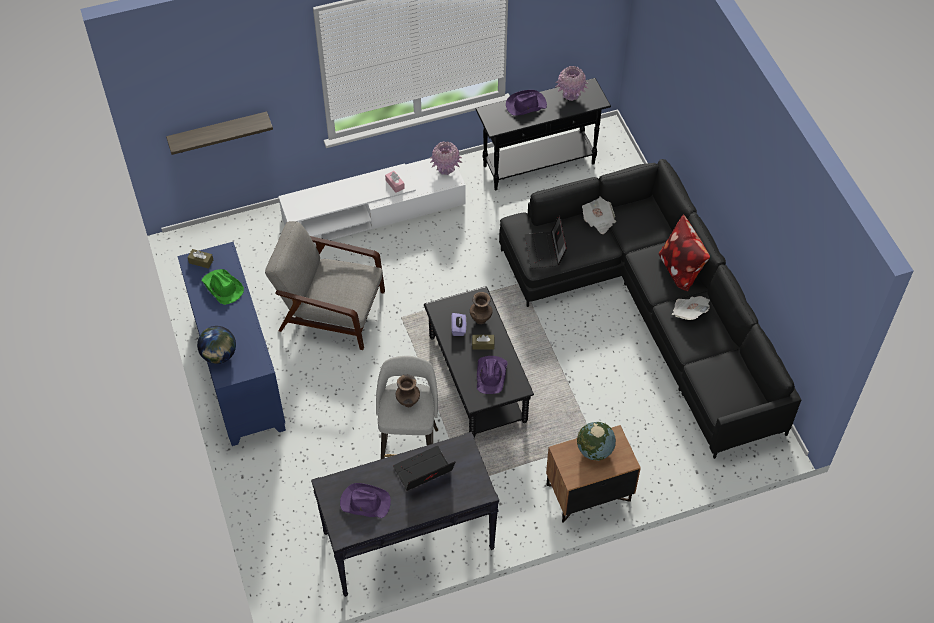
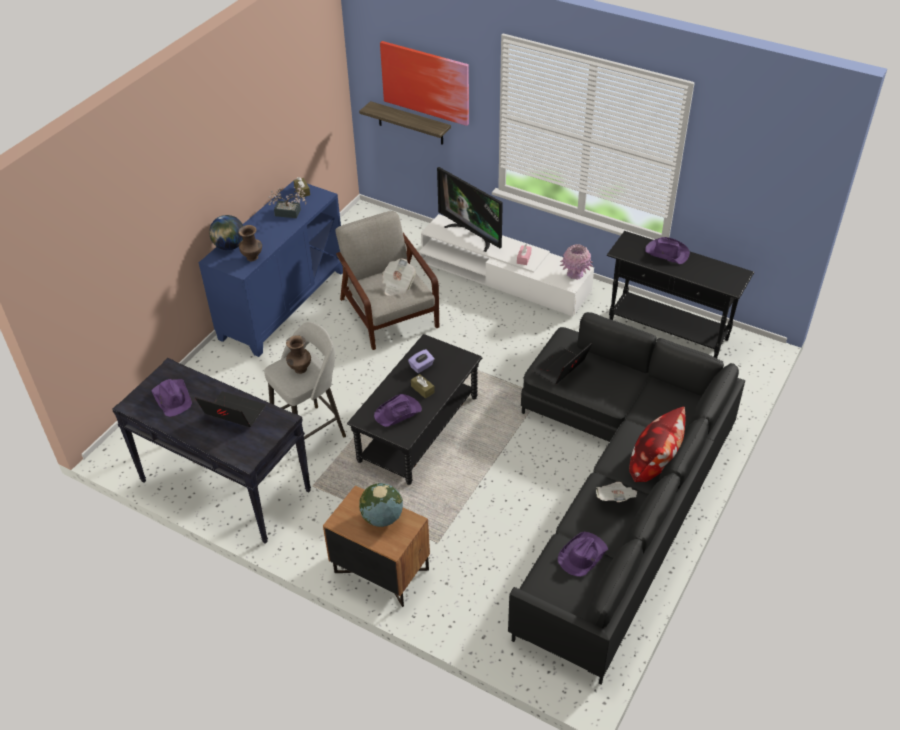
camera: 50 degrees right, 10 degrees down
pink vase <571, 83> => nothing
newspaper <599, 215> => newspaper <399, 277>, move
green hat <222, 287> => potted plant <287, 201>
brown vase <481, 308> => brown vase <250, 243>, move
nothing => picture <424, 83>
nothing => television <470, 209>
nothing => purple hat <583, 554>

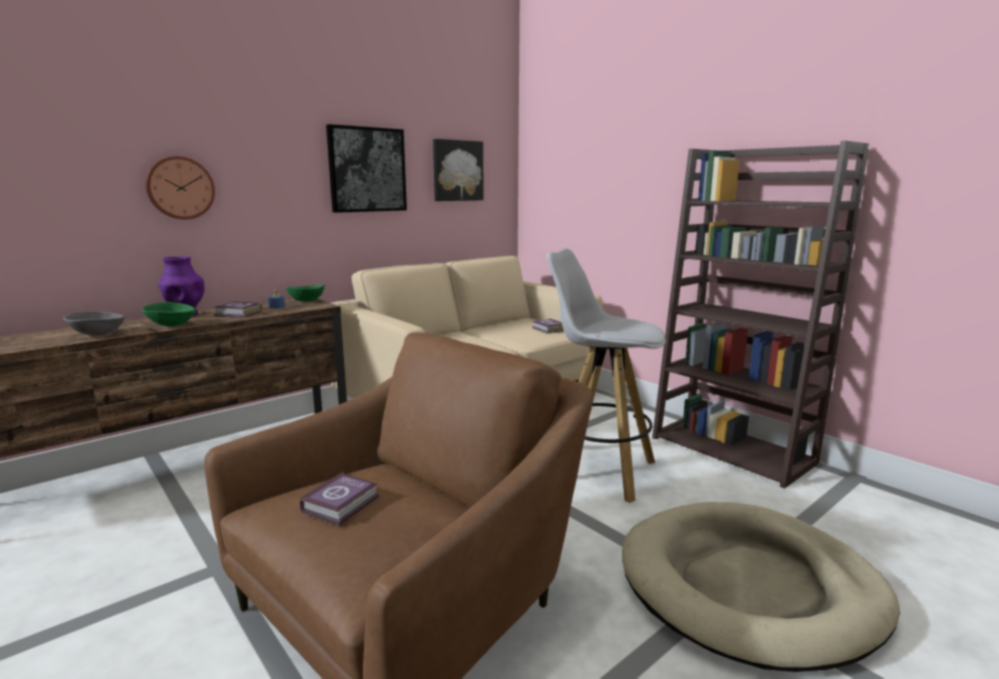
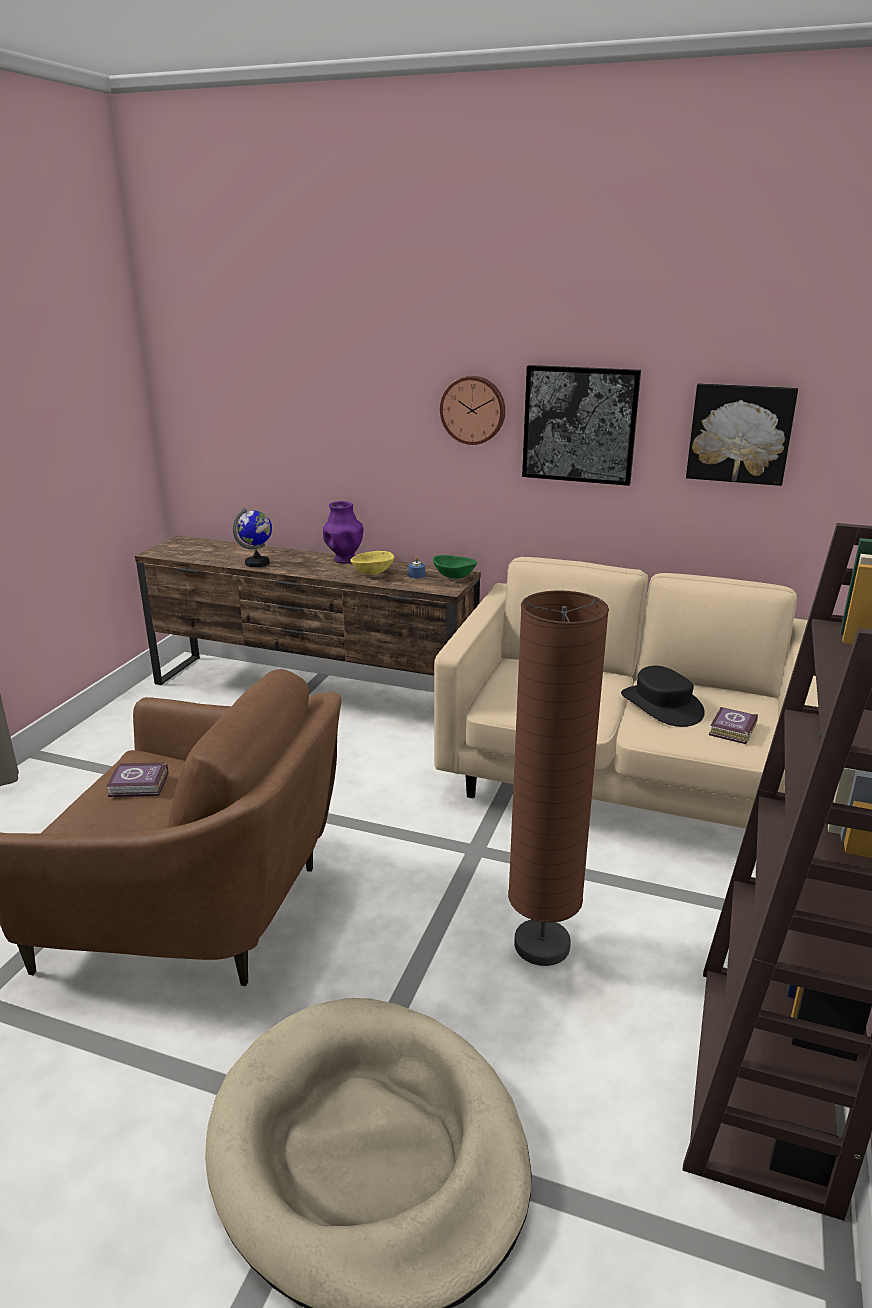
camera: 60 degrees right, 10 degrees up
wall clock <180, 187> => wall clock <472, 410>, move
white stool <606, 375> => brown floor lamp <558, 778>
book <237, 309> => yellow bowl <372, 563>
green bowl <169, 314> => nothing
grey bowl <94, 323> => globe <252, 537>
nothing => black hat <663, 696>

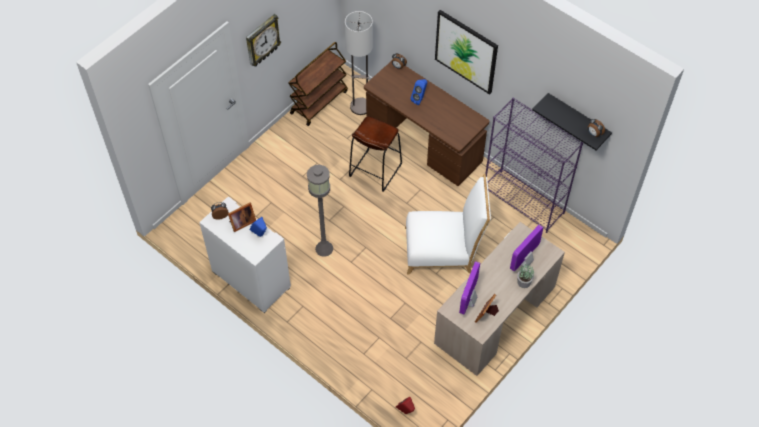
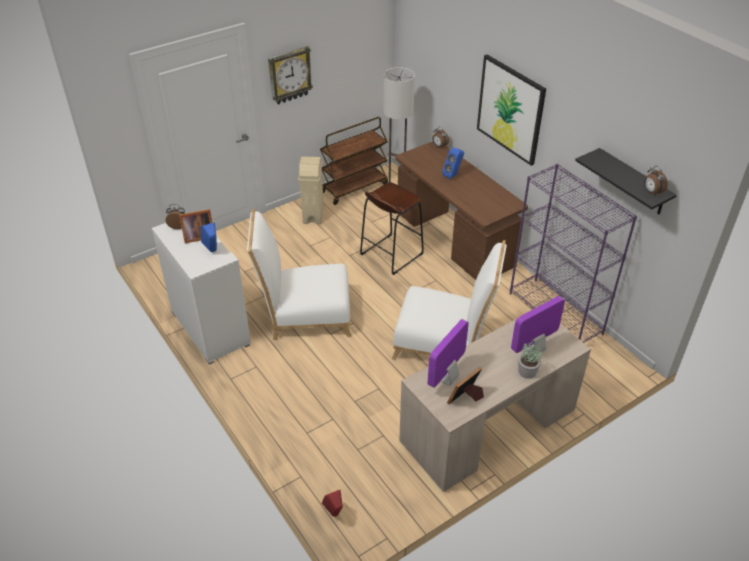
camera: 15 degrees right, 15 degrees down
grey floor lamp <320, 211> => white chair <299, 274>
nothing => beige trash can <311, 190>

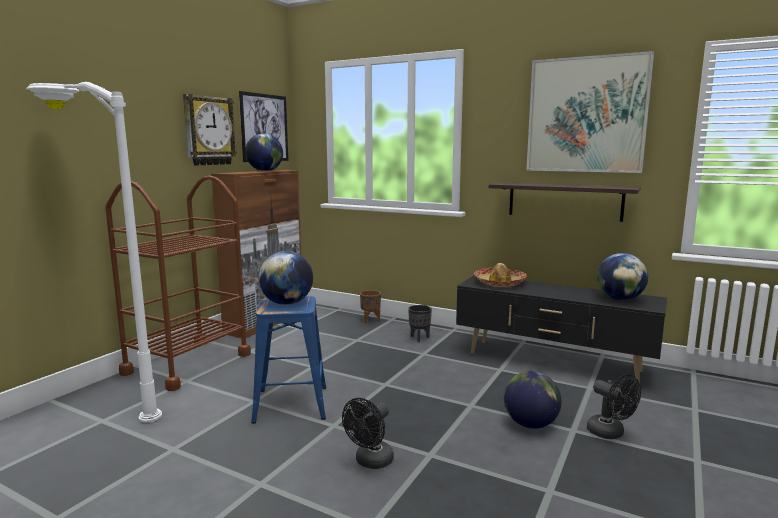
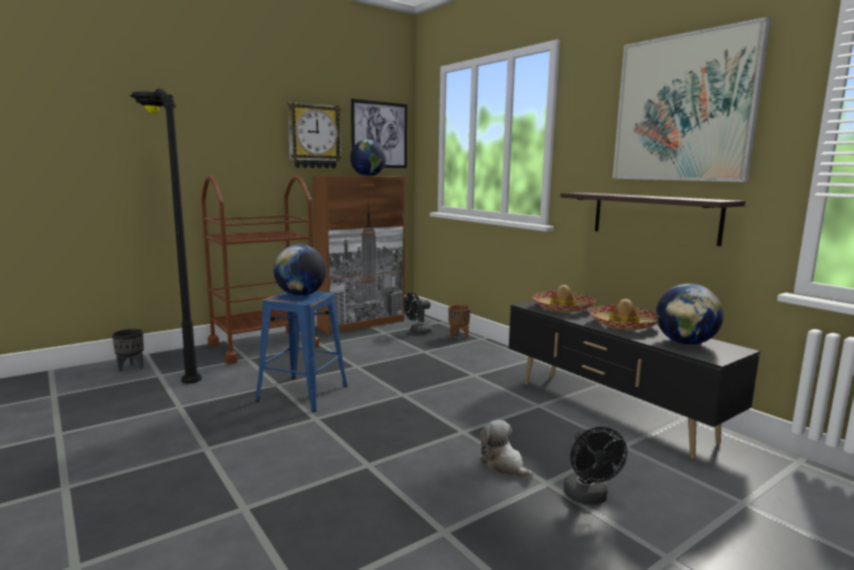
camera: 25 degrees right, 0 degrees up
white floor lamp <94, 252> => black floor lamp <166, 236>
black planter <420, 323> => black planter <128, 350>, move
globe <533, 400> => plush toy <506, 449>
black fan <368, 433> => black fan <418, 313>, move
nothing => hat <623, 314>

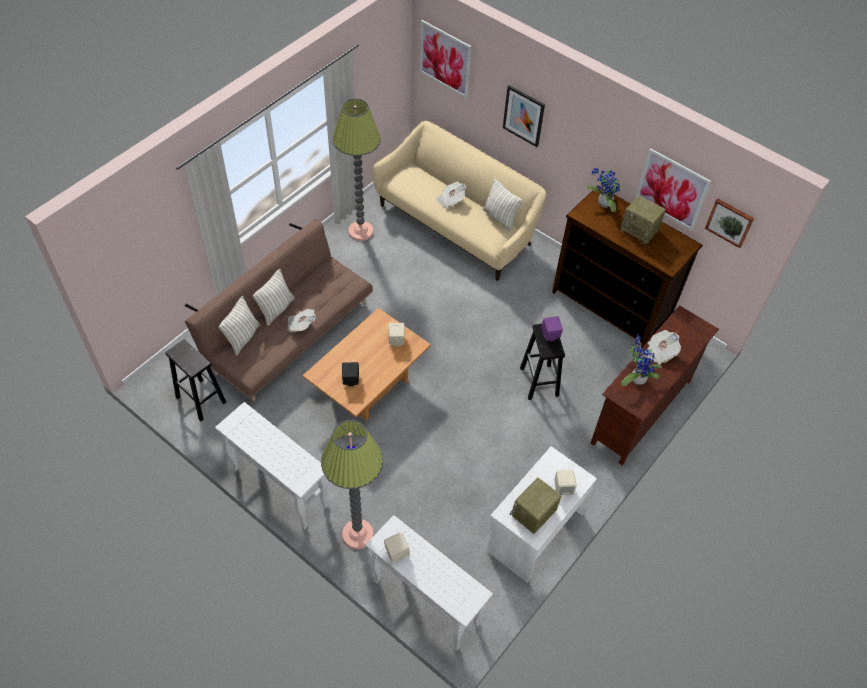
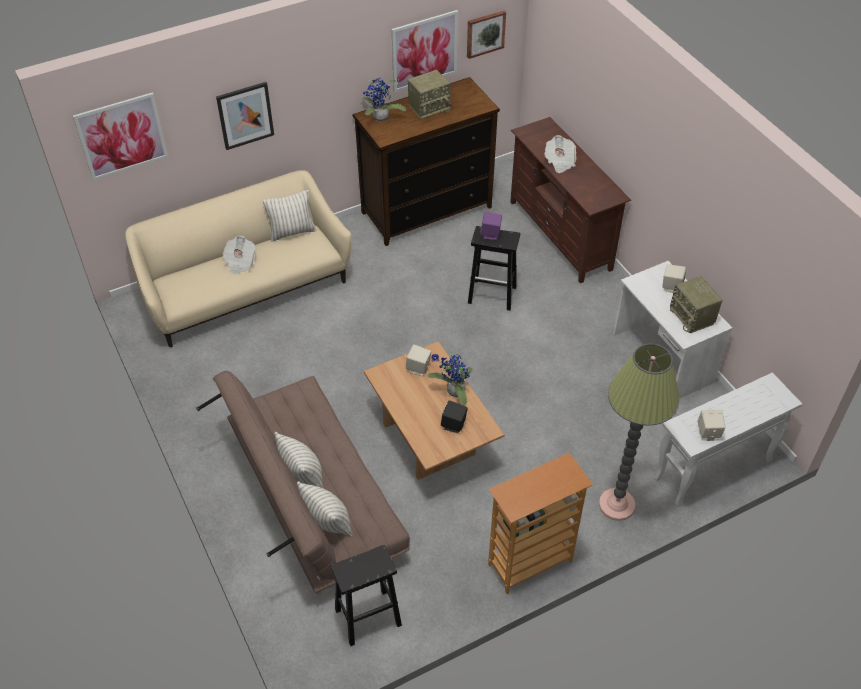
camera: 65 degrees left, 5 degrees down
floor lamp <357, 169> => nothing
newspaper <301, 320> => nothing
potted plant <641, 360> => potted plant <450, 378>, move
white console table <271, 465> => bookcase <540, 523>

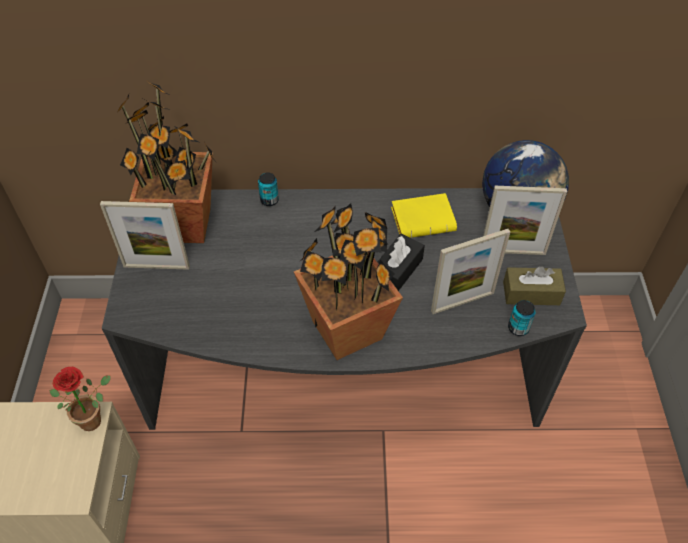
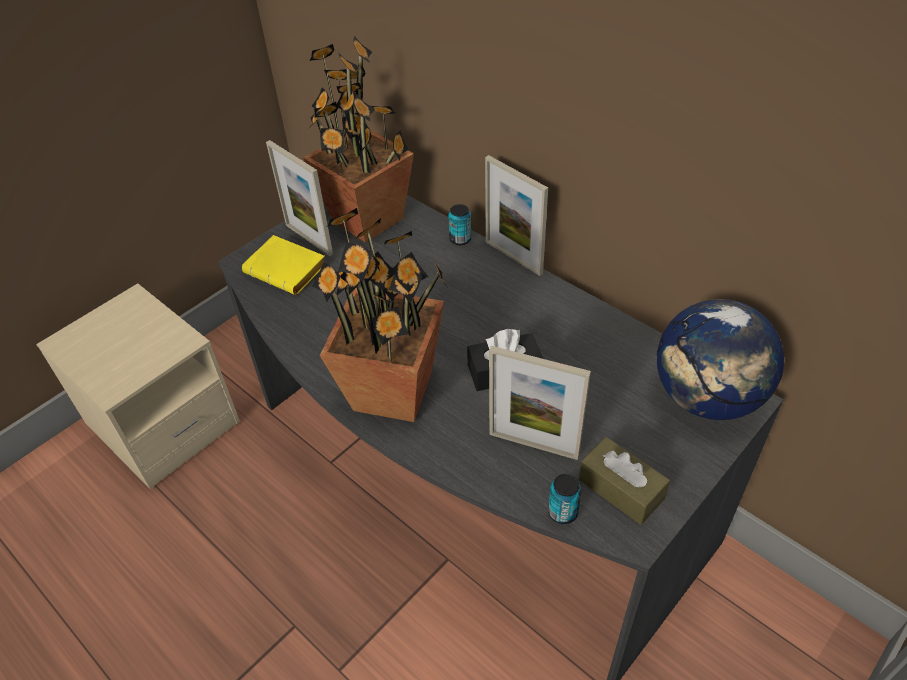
camera: 45 degrees right, 5 degrees down
picture frame <525, 220> => picture frame <516, 215>, move
yellow book <424, 215> => yellow book <283, 265>, move
potted plant <80, 399> => nothing

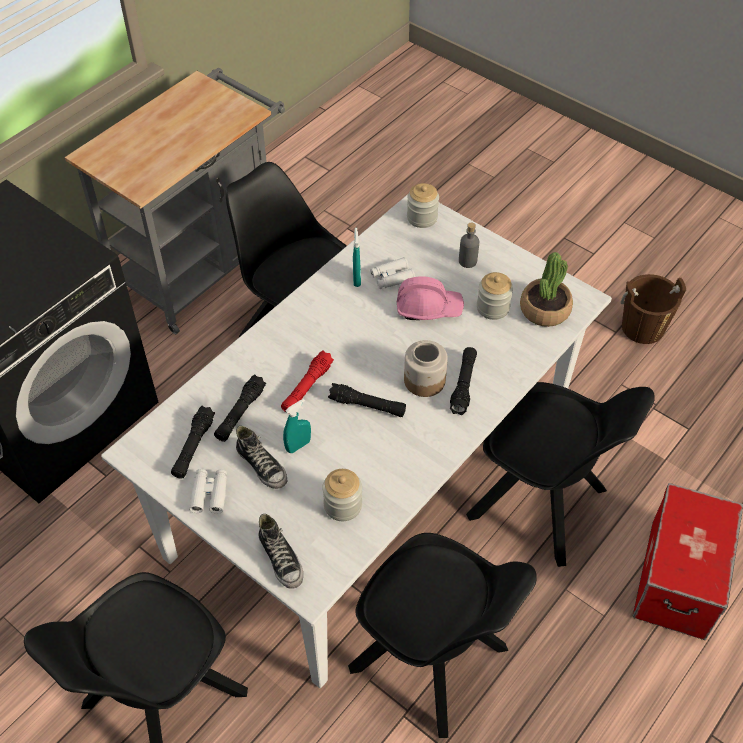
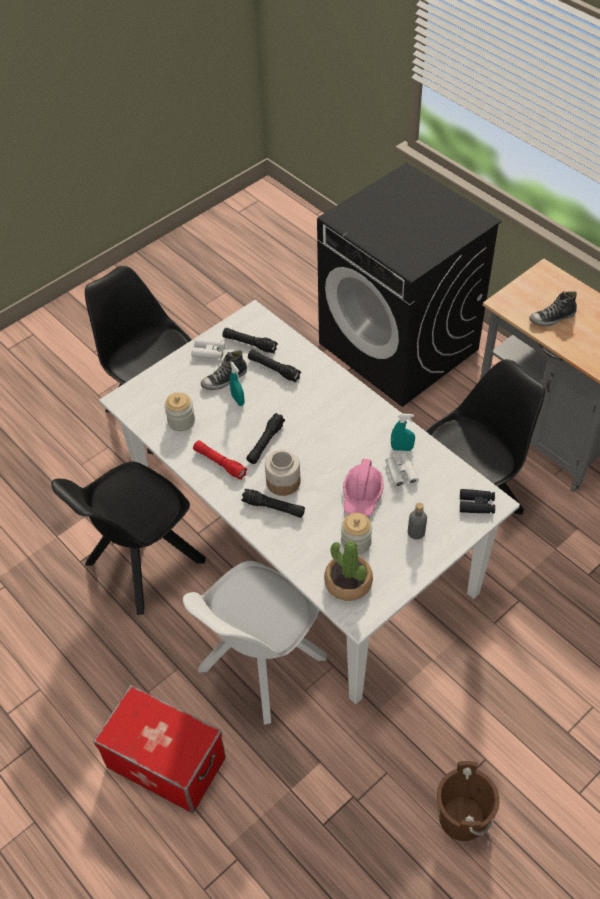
camera: 100 degrees right, 0 degrees up
jar <423, 205> => black binoculars <477, 501>
red flashlight <307, 382> => red flashlight <220, 460>, move
black chair <560, 474> => white chair <255, 642>
shoe <281, 551> => shoe <553, 308>, move

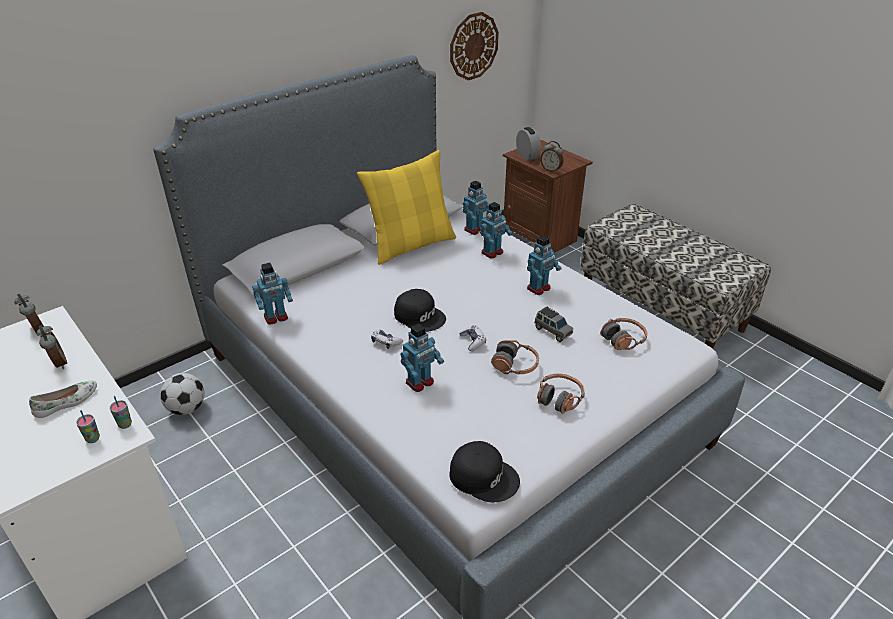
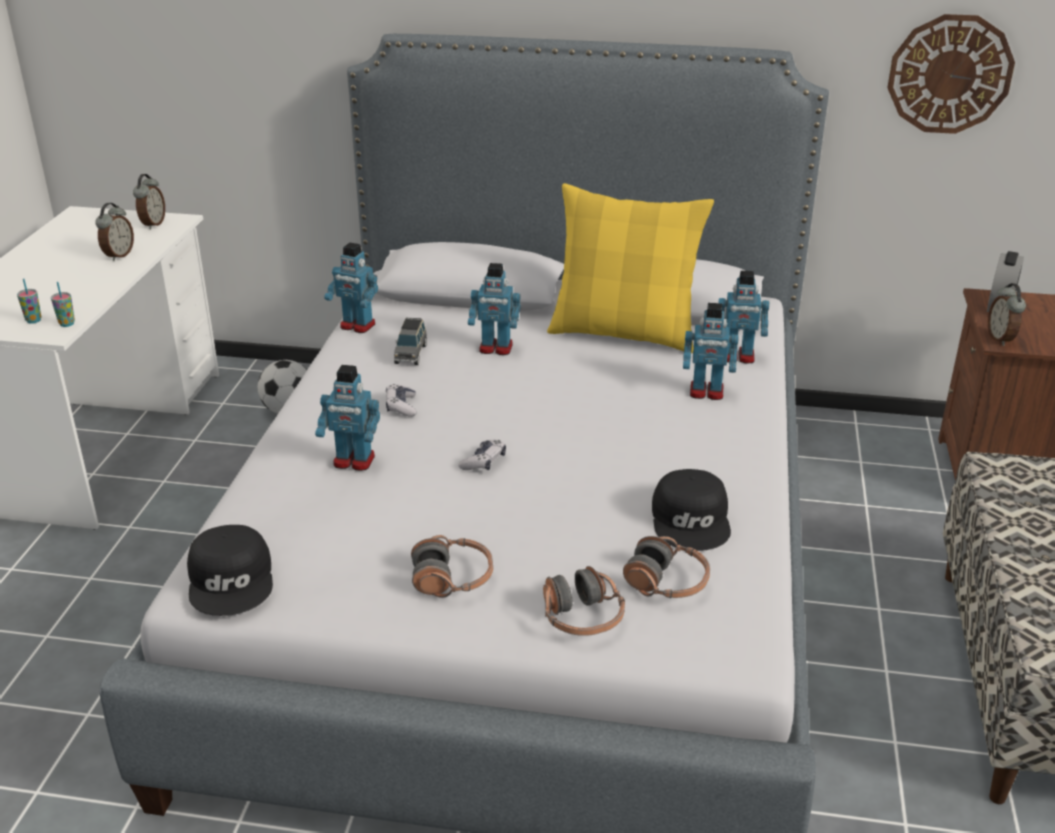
camera: 50 degrees right, 5 degrees down
toy robot <544, 265> => toy robot <494, 309>, move
black cap <420, 310> => black cap <691, 510>, move
grey toy car <553, 324> => grey toy car <410, 341>, move
headphones <515, 357> => headphones <584, 601>, move
white shoe <63, 399> => nothing

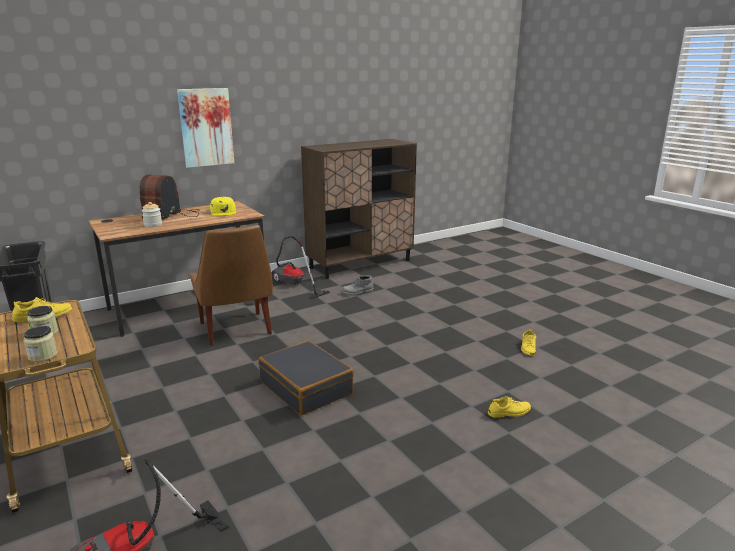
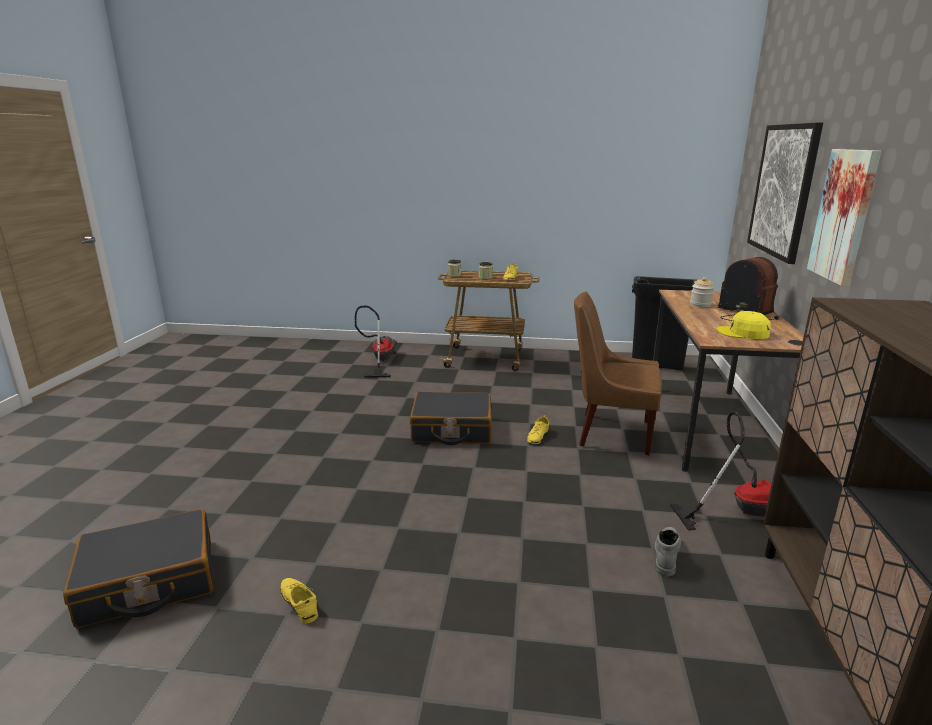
camera: 130 degrees right, 0 degrees up
yellow shoe <509, 407> => yellow shoe <538, 430>, move
nothing => picture <785, 193>
nothing => black suitcase <138, 568>

